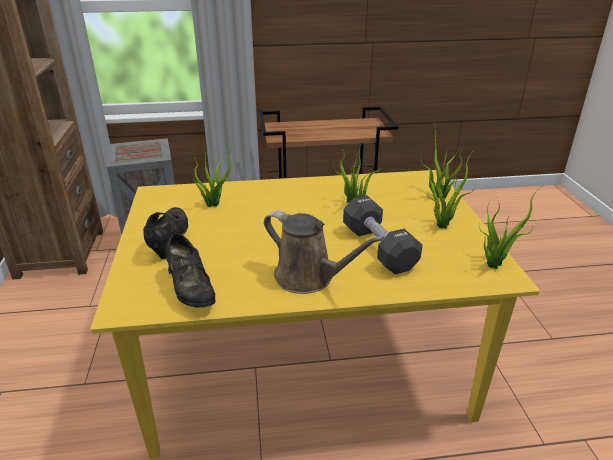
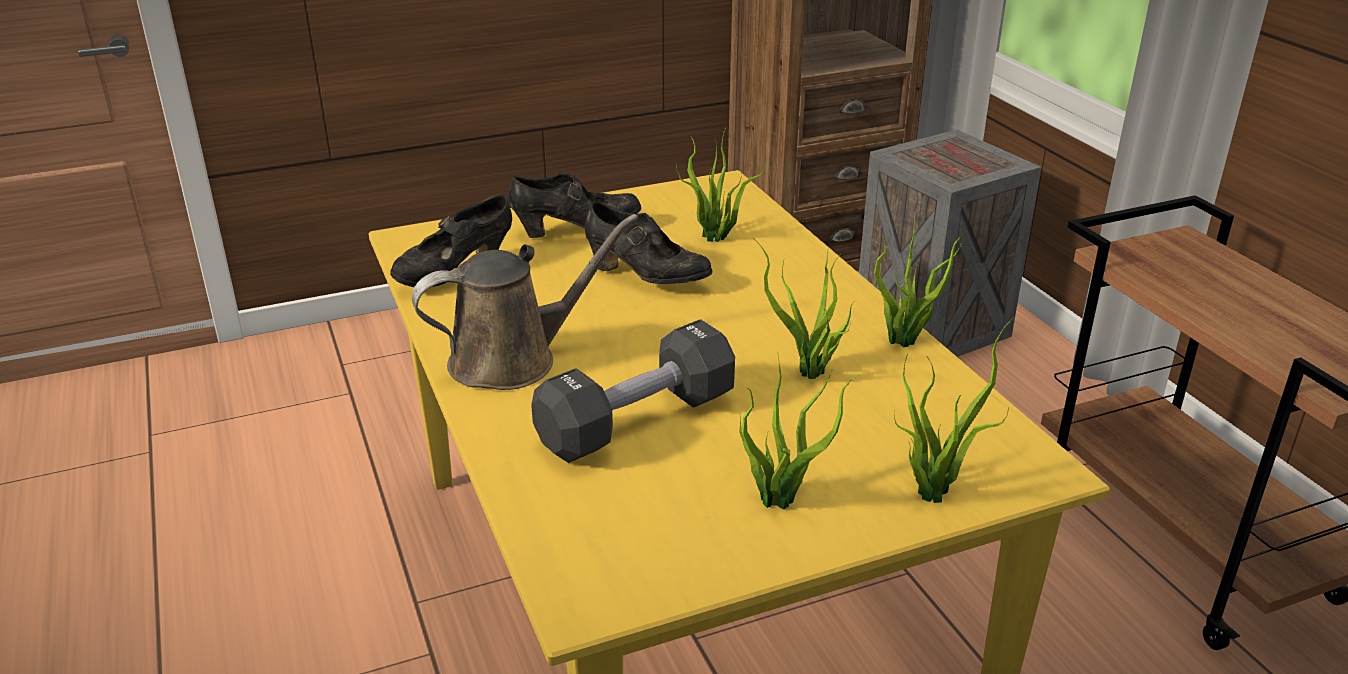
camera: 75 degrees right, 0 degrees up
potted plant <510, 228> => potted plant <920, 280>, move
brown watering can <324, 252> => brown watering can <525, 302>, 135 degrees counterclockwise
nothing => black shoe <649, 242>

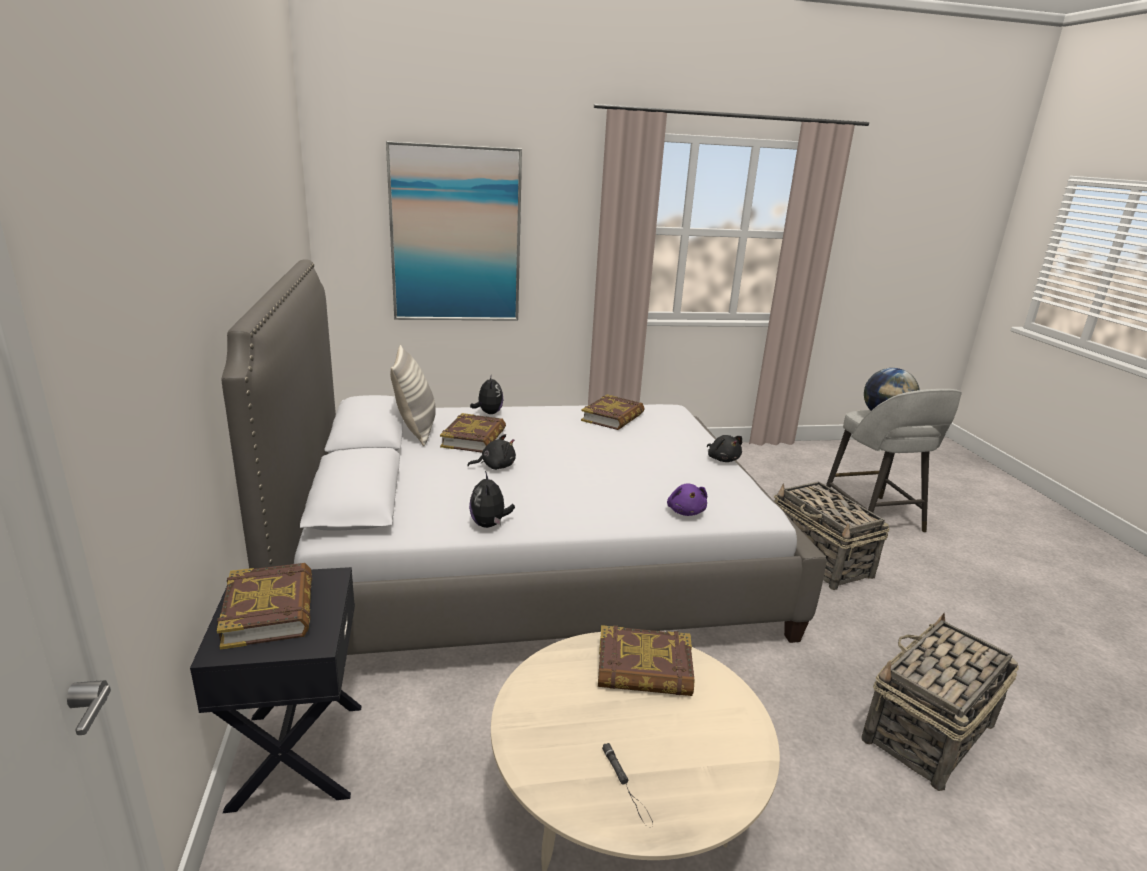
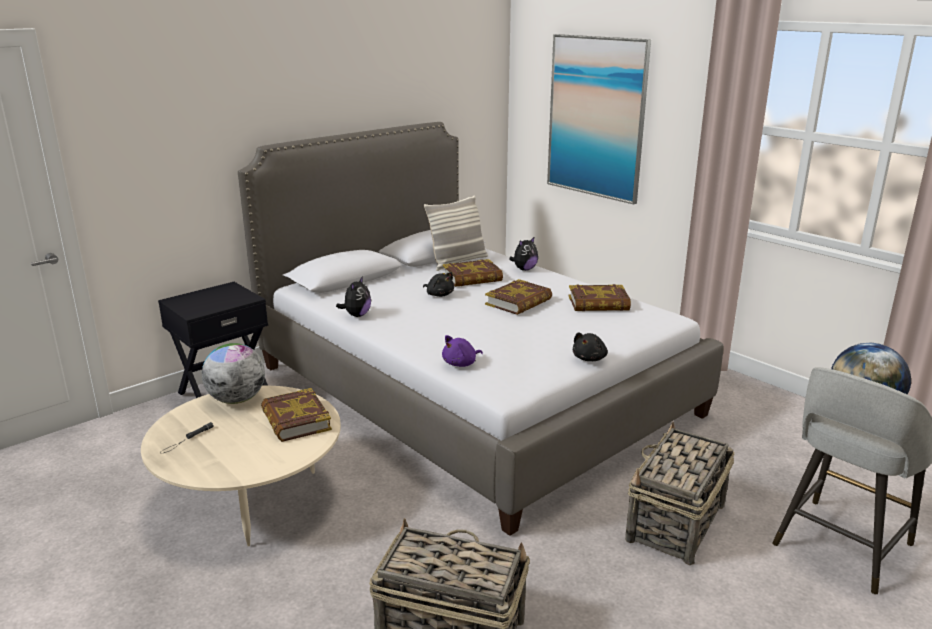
camera: 60 degrees right, 0 degrees up
plush toy <492, 499> => plush toy <353, 296>, 150 degrees clockwise
book <264, 606> => book <518, 297>, move
nothing => globe <233, 373>

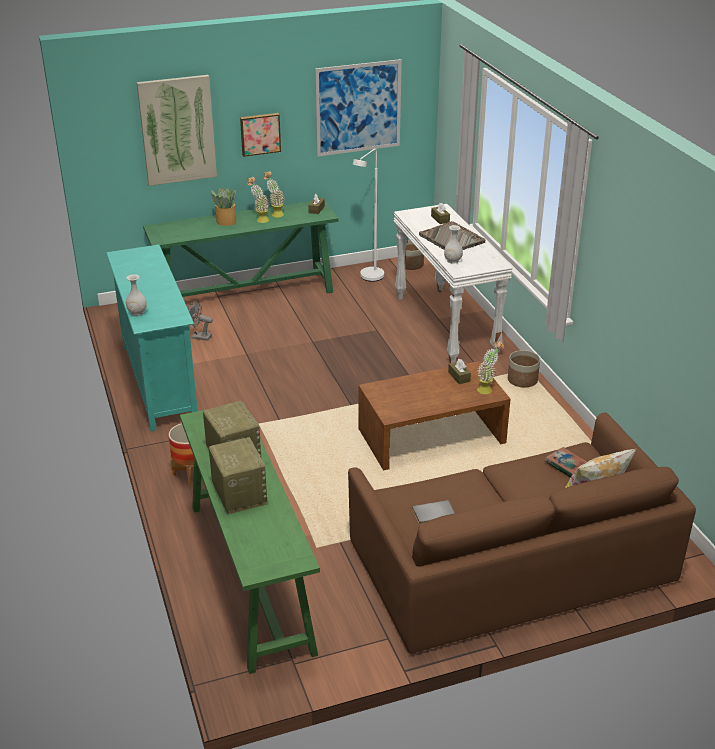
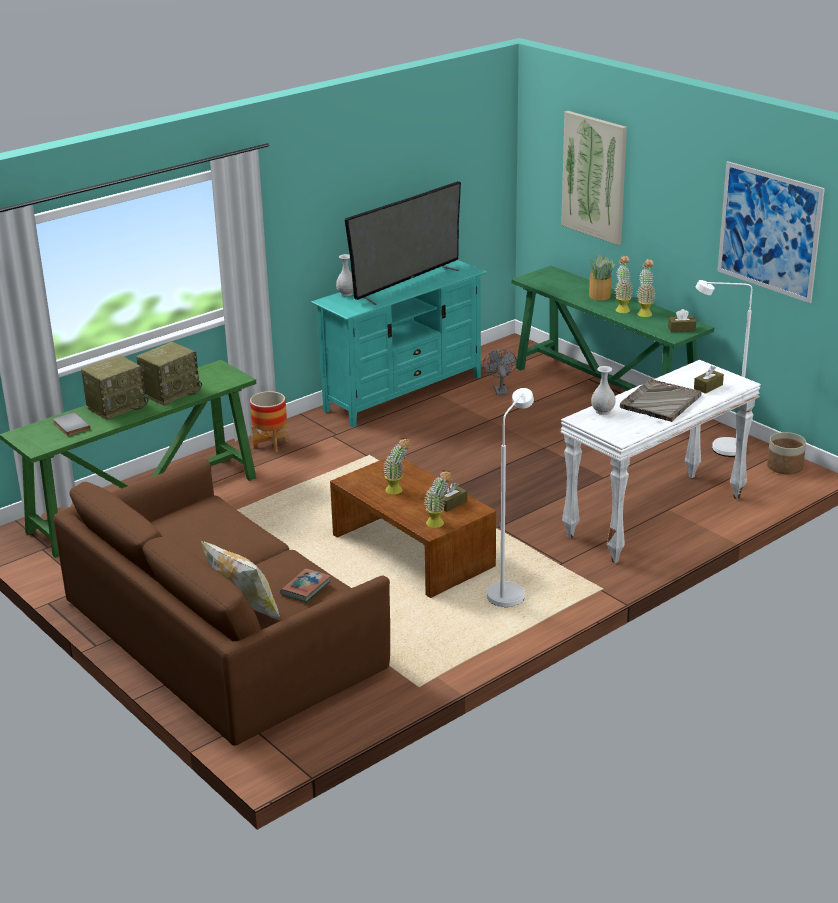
camera: 70 degrees right, 5 degrees down
picture <260, 135> => nothing
planter <524, 369> => nothing
grey book <433, 512> => grey book <71, 424>, move
nothing => television <403, 243>
nothing => white floor lamp <510, 497>
nothing => potted plant <397, 466>

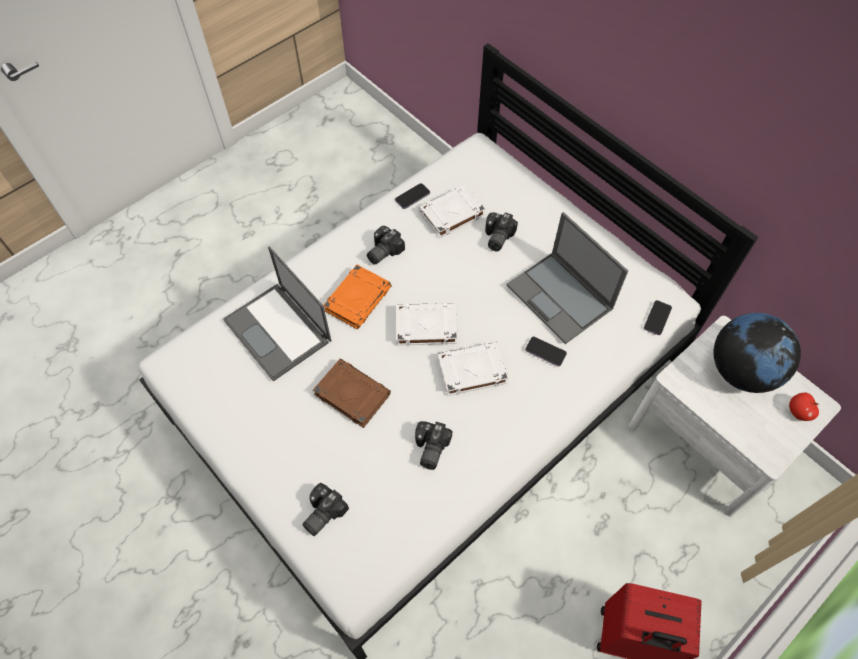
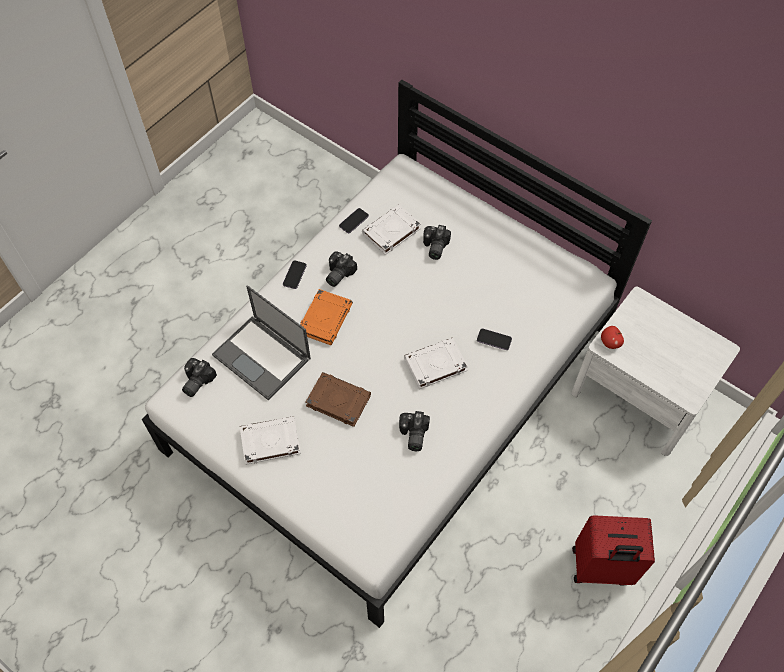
camera: 10 degrees left, 0 degrees up
laptop <567, 278> => nothing
phone <658, 317> => phone <295, 274>, move
white book <427, 324> => white book <270, 440>, move
globe <757, 353> => nothing
apple <804, 407> => apple <612, 337>, move
photo camera <326, 509> => photo camera <199, 377>, move

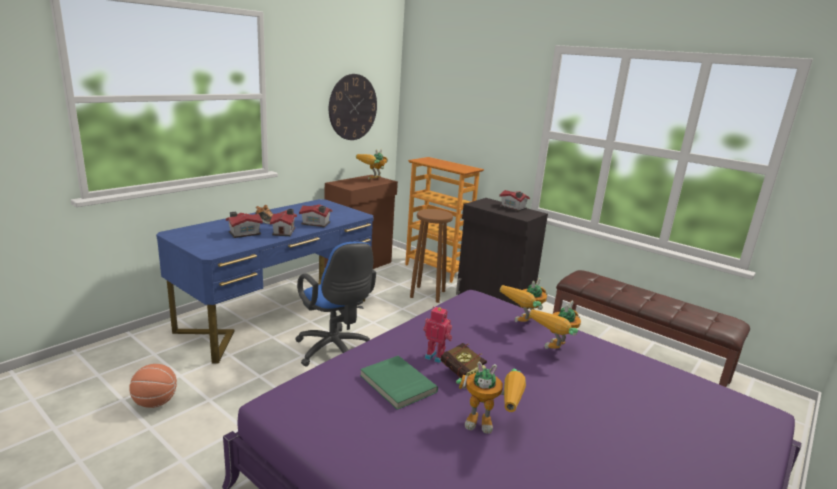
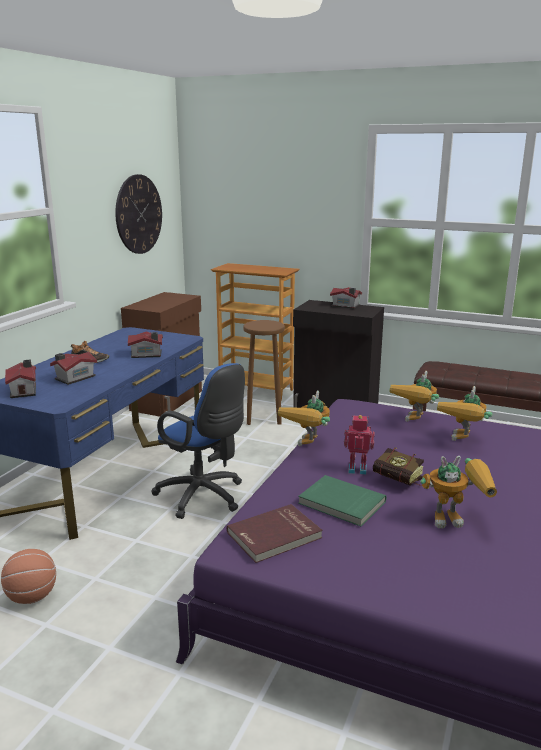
camera: 15 degrees left, 0 degrees up
toy robot <372, 164> => toy robot <304, 418>, move
toy house <283, 222> => toy house <20, 378>, move
nothing => red book <275, 533>

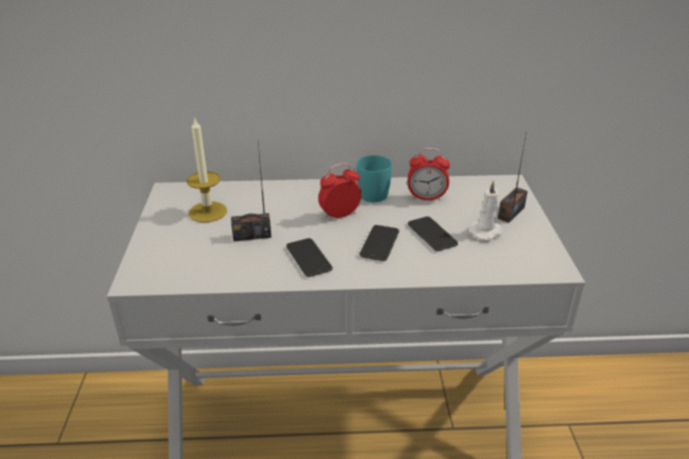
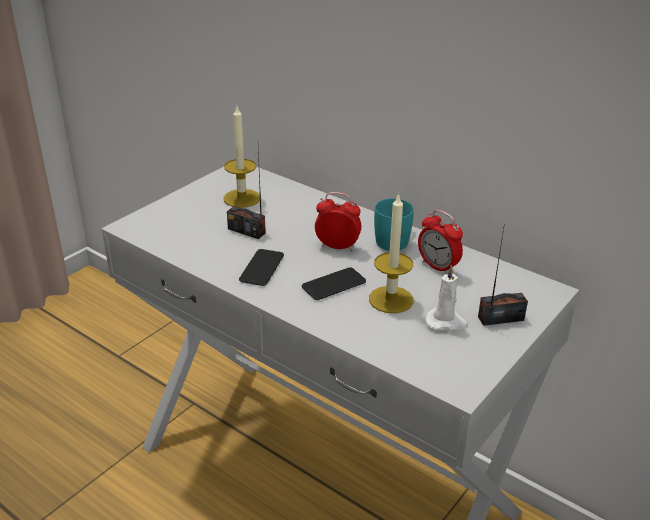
camera: 40 degrees right, 0 degrees up
phone <433, 233> => candle <391, 253>

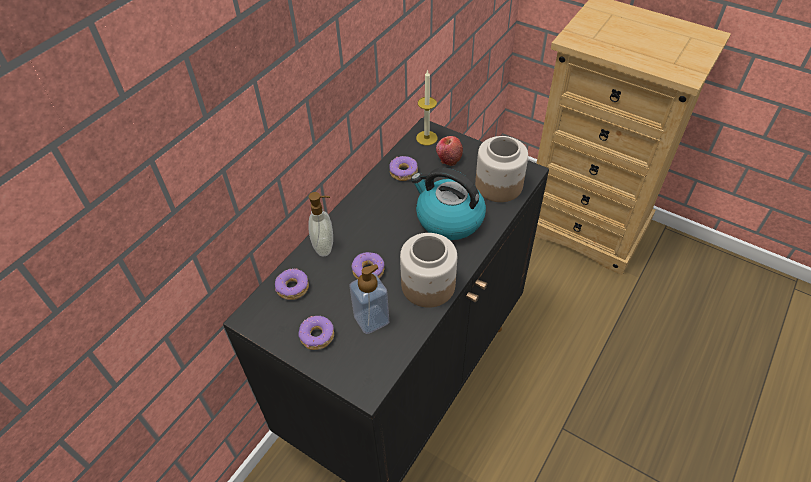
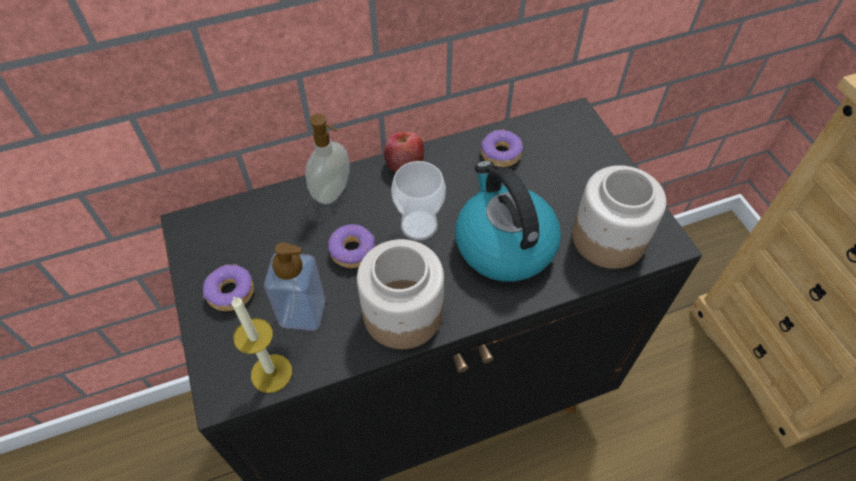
camera: 35 degrees right, 5 degrees up
candle <427, 107> => candle <261, 345>, move
apple <449, 151> => apple <404, 152>, move
donut <292, 284> => nothing
nothing => cup <418, 200>

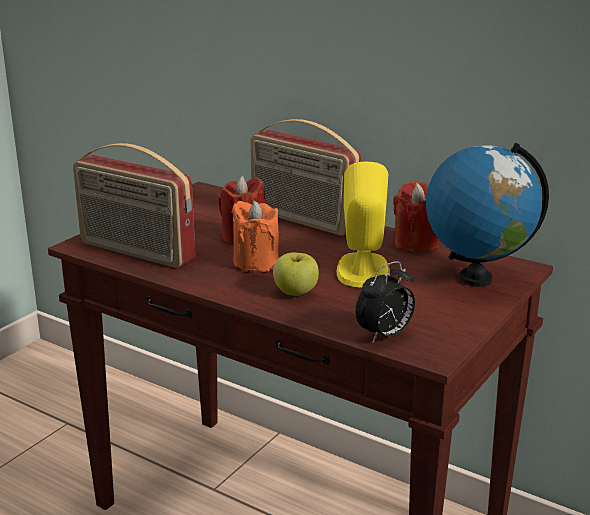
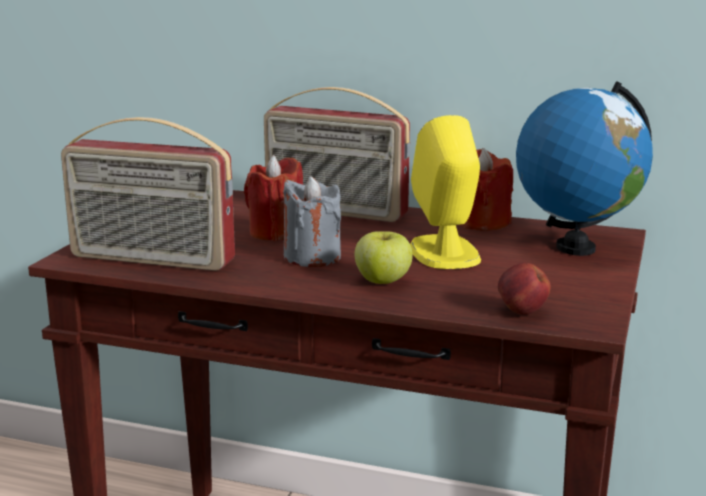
camera: 15 degrees left, 5 degrees down
orange candle <255, 237> => grey candle <312, 221>
alarm clock <385, 302> => apple <524, 289>

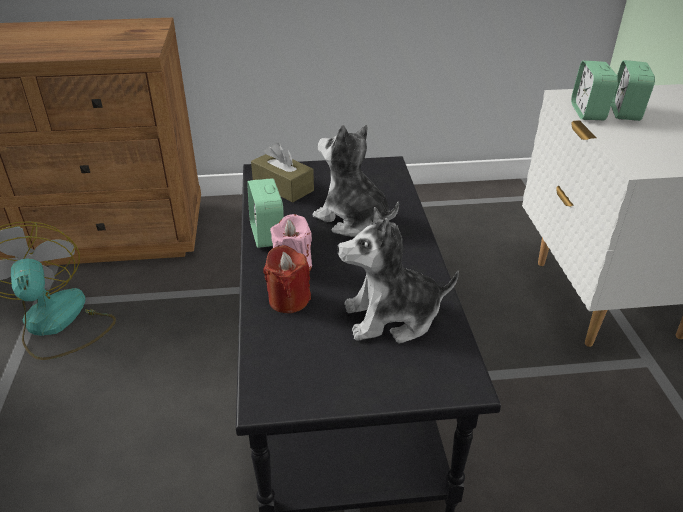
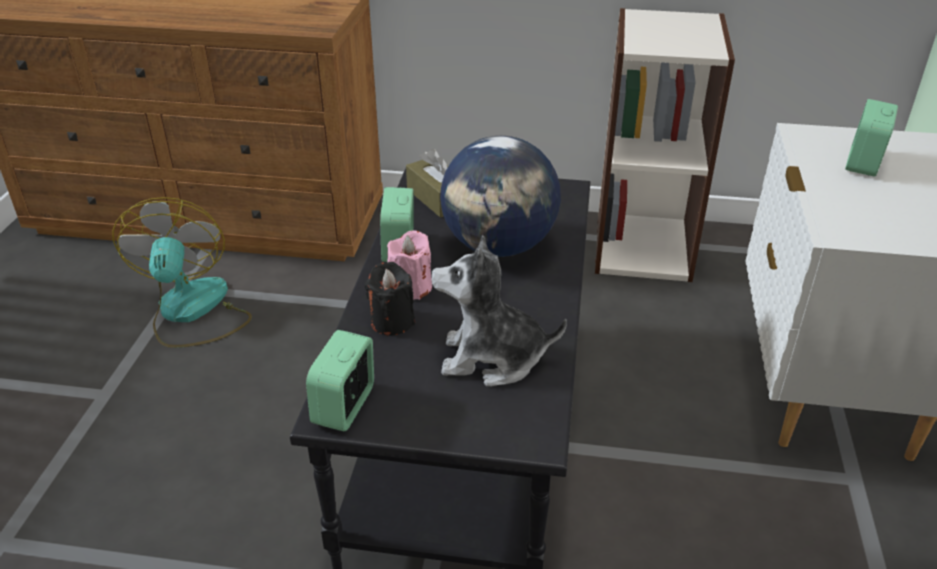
camera: 15 degrees right, 0 degrees up
alarm clock <594, 90> => alarm clock <340, 380>, move
plush toy <356, 181> => globe <500, 196>
red candle <287, 279> => black candle <390, 299>
nothing => bookcase <665, 145>

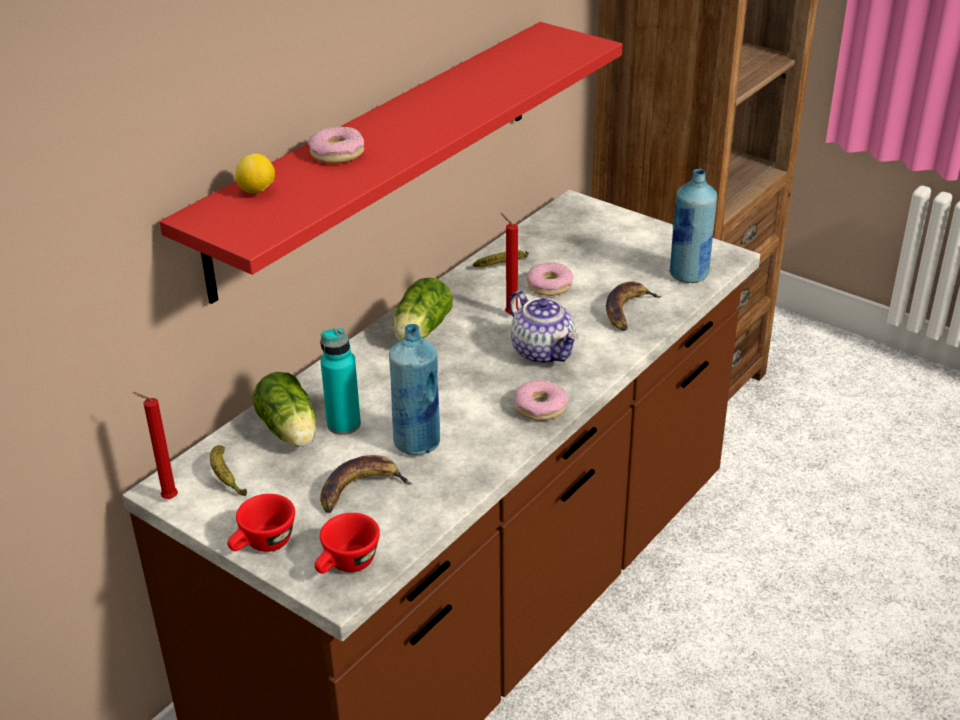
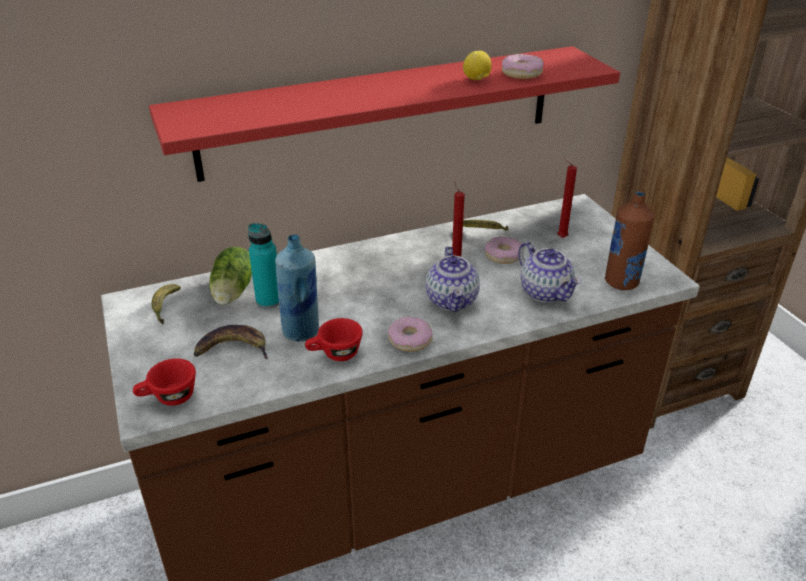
camera: 30 degrees right, 0 degrees up
donut <336, 145> => donut <523, 66>, move
lemon <255, 173> => lemon <477, 65>, move
blue bottle <693, 226> => brown bottle <629, 240>
lettuce <423, 309> => nothing
banana <634, 306> => teapot <549, 272>
red candle <155, 445> => red candle <567, 198>, move
red cup <261, 523> => red cup <334, 339>, move

